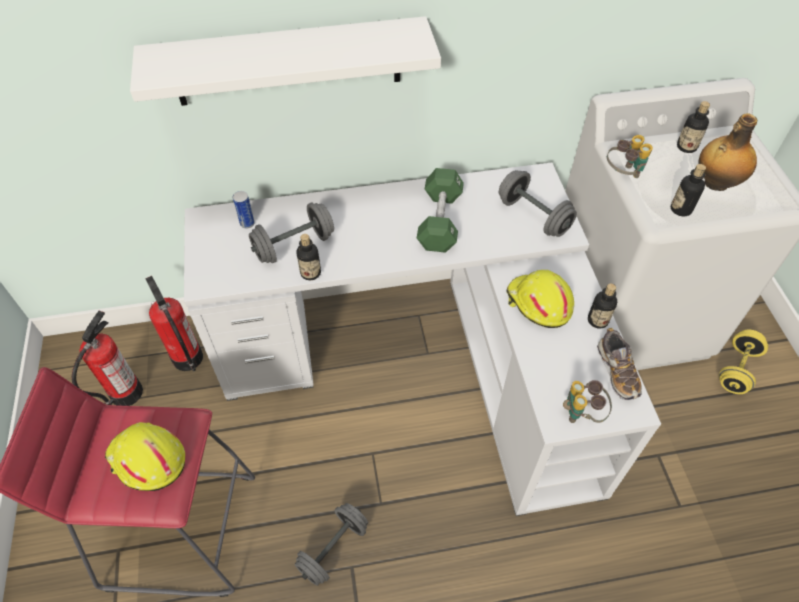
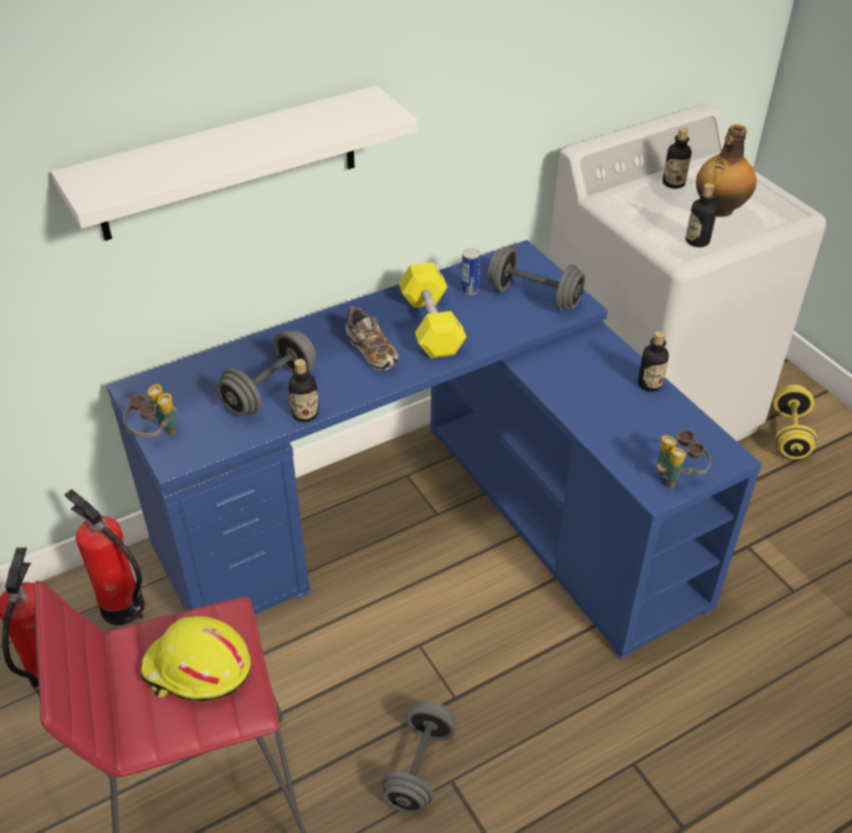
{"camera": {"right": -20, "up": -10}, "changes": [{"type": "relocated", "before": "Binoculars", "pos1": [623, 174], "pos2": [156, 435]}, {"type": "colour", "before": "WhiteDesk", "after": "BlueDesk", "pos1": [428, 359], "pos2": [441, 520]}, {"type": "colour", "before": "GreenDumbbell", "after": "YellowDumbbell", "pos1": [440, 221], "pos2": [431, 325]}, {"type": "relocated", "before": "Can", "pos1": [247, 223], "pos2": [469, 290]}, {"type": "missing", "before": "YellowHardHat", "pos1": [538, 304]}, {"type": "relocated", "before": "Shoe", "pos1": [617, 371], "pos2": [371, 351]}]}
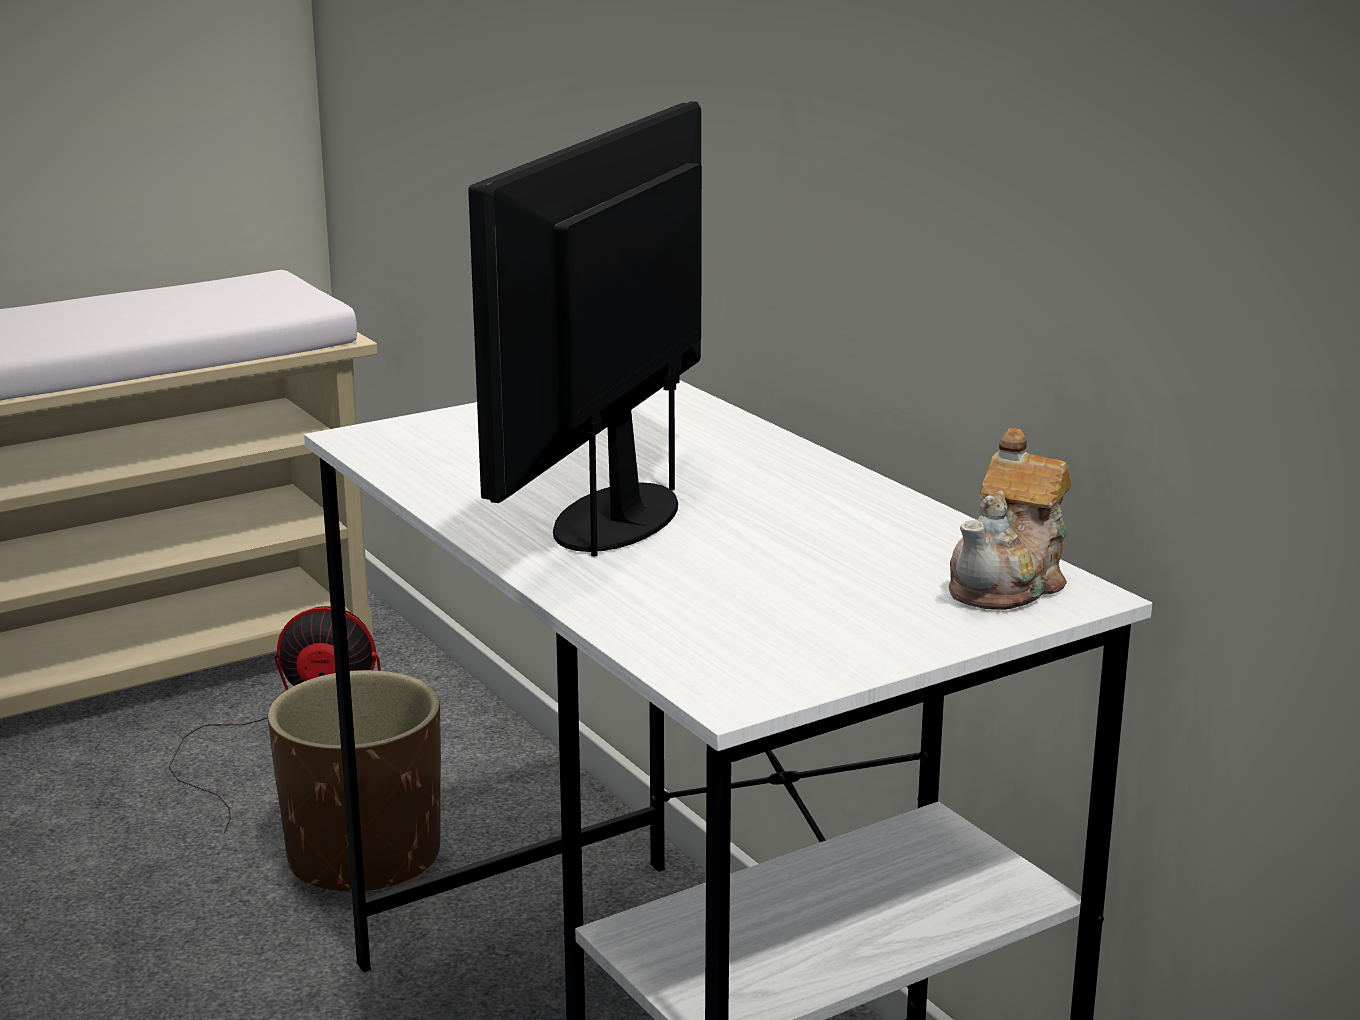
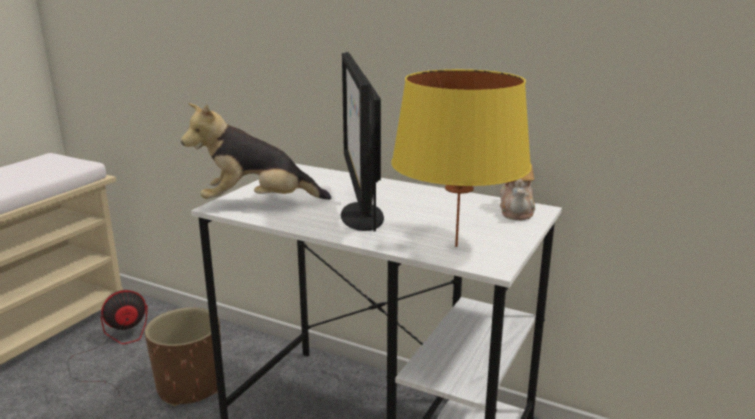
{"camera": {"right": -30, "up": 0}, "changes": [{"type": "appeared", "after": "YellowTableLamp", "pos2": [456, 246]}, {"type": "appeared", "after": "PlushToy", "pos2": [257, 204]}]}
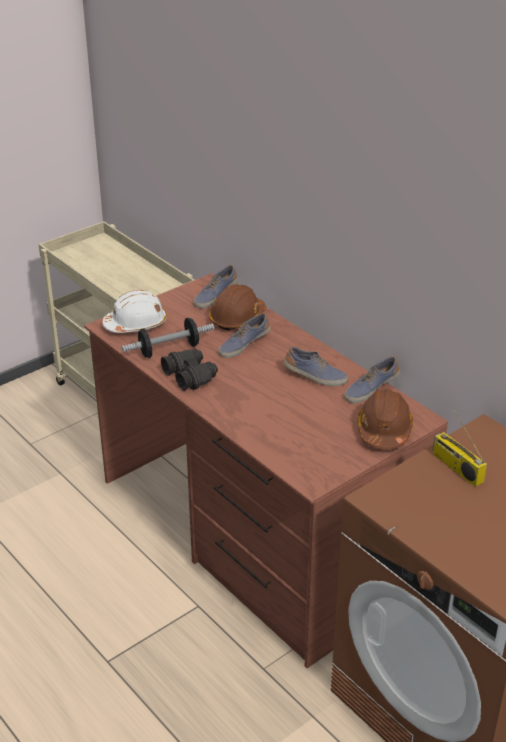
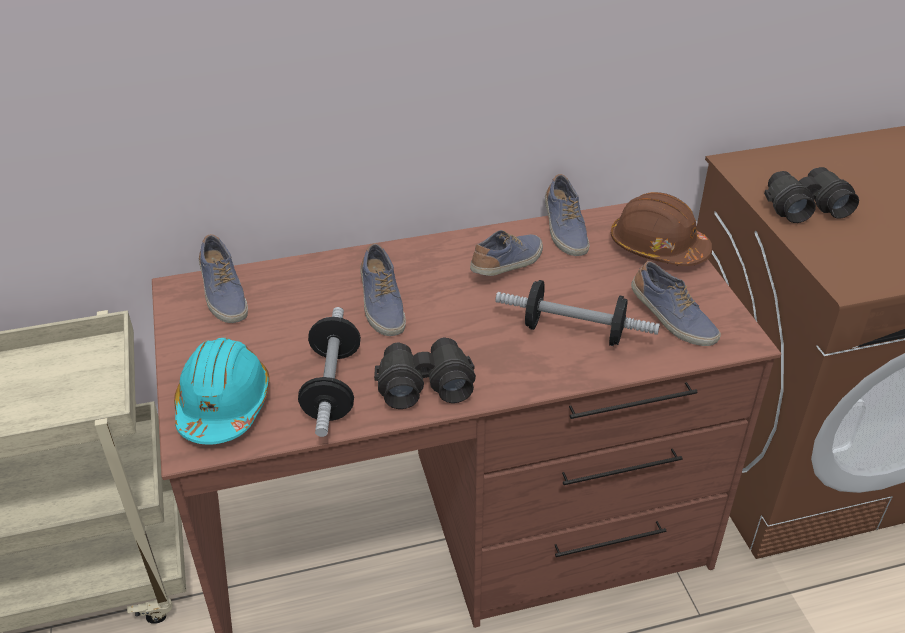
{"camera": {"right": -65, "up": 5}, "changes": [{"type": "missing", "before": "BrownHardHat", "pos1": [237, 318]}, {"type": "colour", "before": "WhiteHardHat", "after": "TurquoiseHardHat", "pos1": [136, 324], "pos2": [223, 405]}, {"type": "exchanged", "before": "Radio", "after": "BlackBinoculars", "pos1": [456, 467], "pos2": [804, 206]}, {"type": "appeared", "after": "Shoe", "pos2": [671, 319]}, {"type": "appeared", "after": "Dumbbell", "pos2": [574, 331]}]}
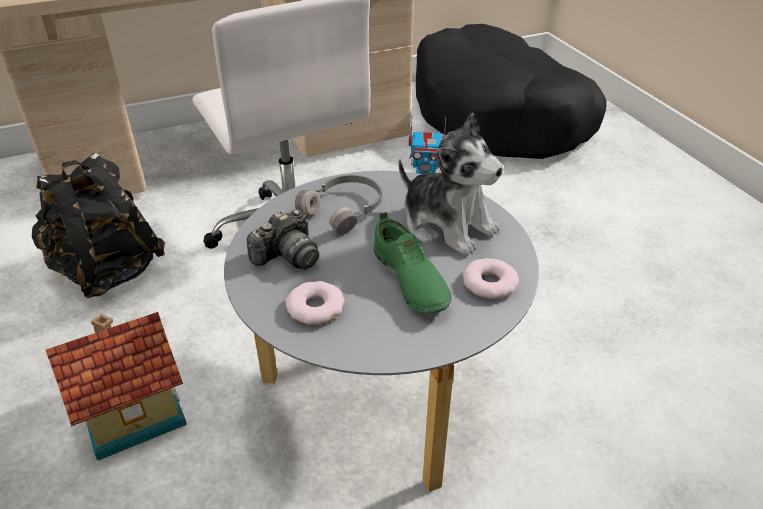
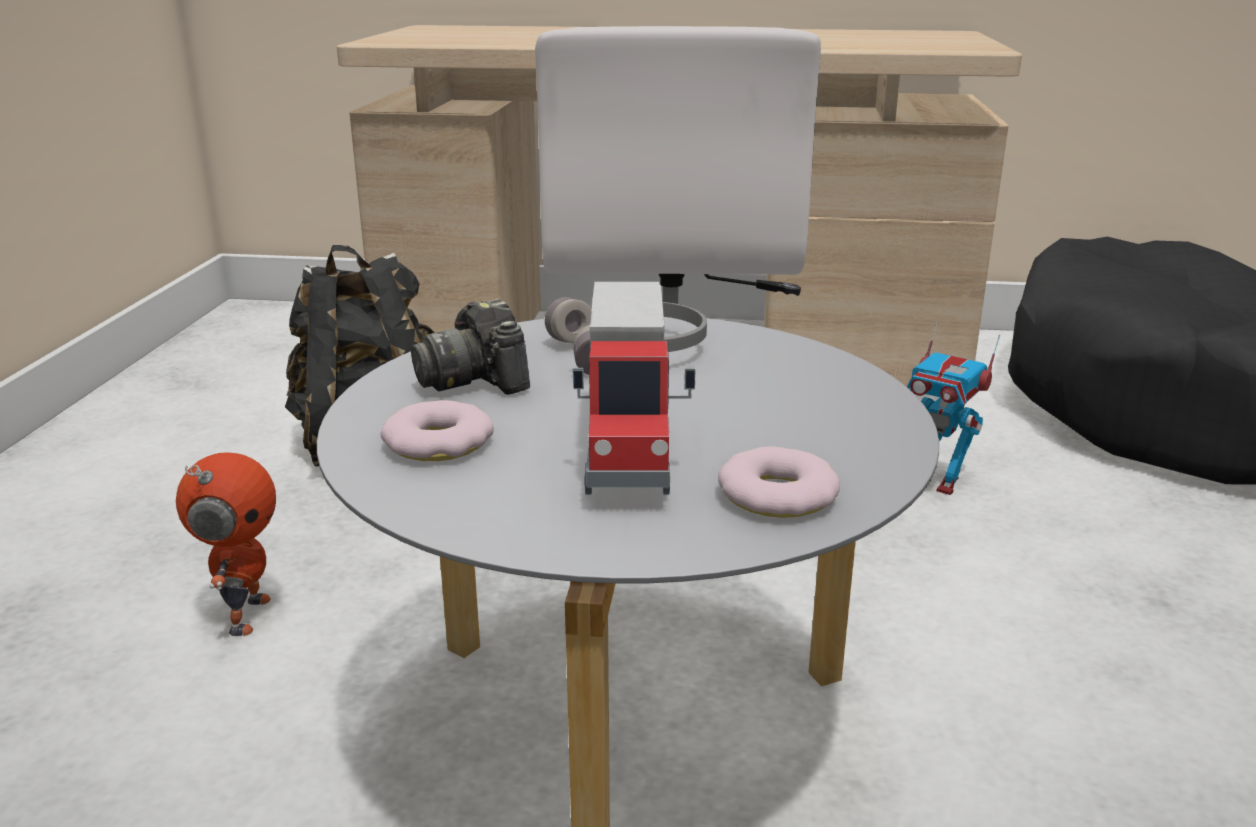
{"camera": {"right": 30, "up": -15}, "changes": [{"type": "missing", "before": "PlushToy", "pos1": [447, 225]}, {"type": "spun", "before": "PhotoCamera", "pos1": [287, 256], "pos2": [476, 379], "turn": 75}, {"type": "exchanged", "before": "GreenShoe", "after": "ToyTruck", "pos1": [409, 280], "pos2": [633, 452]}, {"type": "exchanged", "before": "ToyHouse", "after": "ToyRobot", "pos1": [131, 408], "pos2": [246, 615]}]}
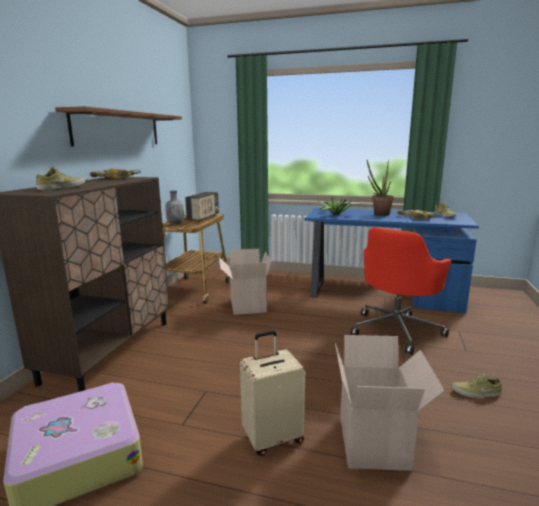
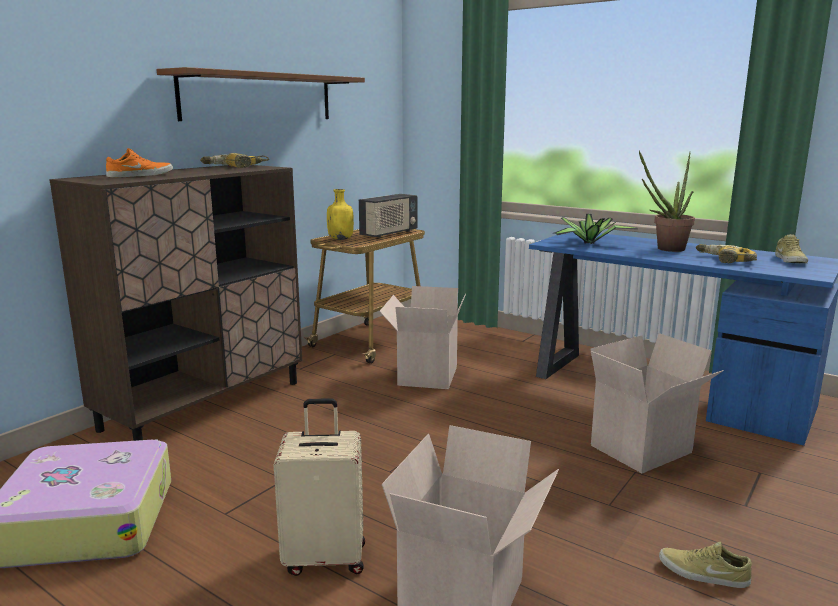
{"camera": {"right": 20, "up": 0}, "changes": [{"type": "colour", "before": "BeigeShoe", "after": "OrangeShoe", "pos1": [61, 187], "pos2": [140, 175]}, {"type": "colour", "before": "GreyBottle", "after": "YellowBottle", "pos1": [175, 223], "pos2": [341, 239]}, {"type": "exchanged", "before": "RedOfficeChair", "after": "CardboardBox", "pos1": [396, 330], "pos2": [642, 450]}]}
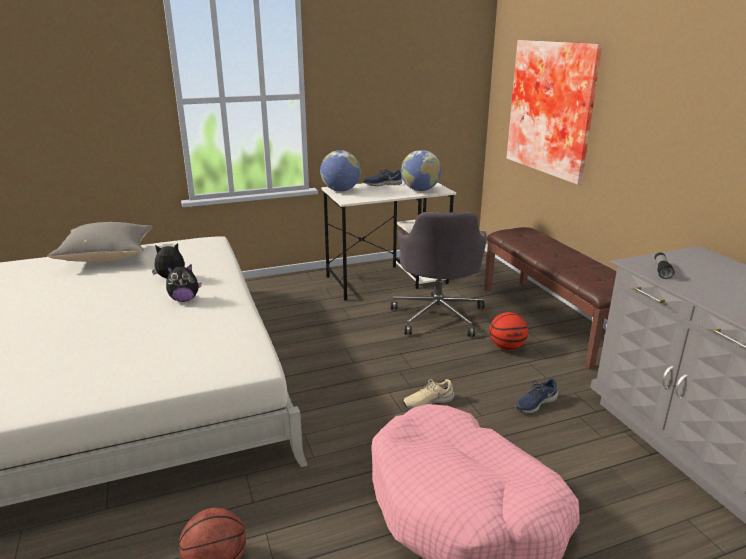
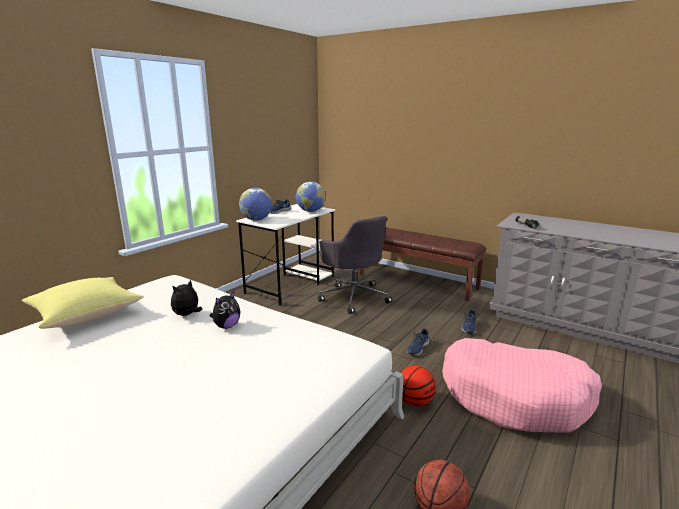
{"camera": {"right": -35, "up": -5}, "changes": [{"type": "missing", "before": "Picture", "pos1": [553, 108]}, {"type": "colour", "before": "GreyPillow", "after": "YellowPillow", "pos1": [108, 256], "pos2": [86, 315]}, {"type": "relocated", "before": "Basketball", "pos1": [506, 347], "pos2": [414, 402]}, {"type": "colour", "before": "BeigeShoe", "after": "BlueShoe", "pos1": [428, 402], "pos2": [417, 348]}]}
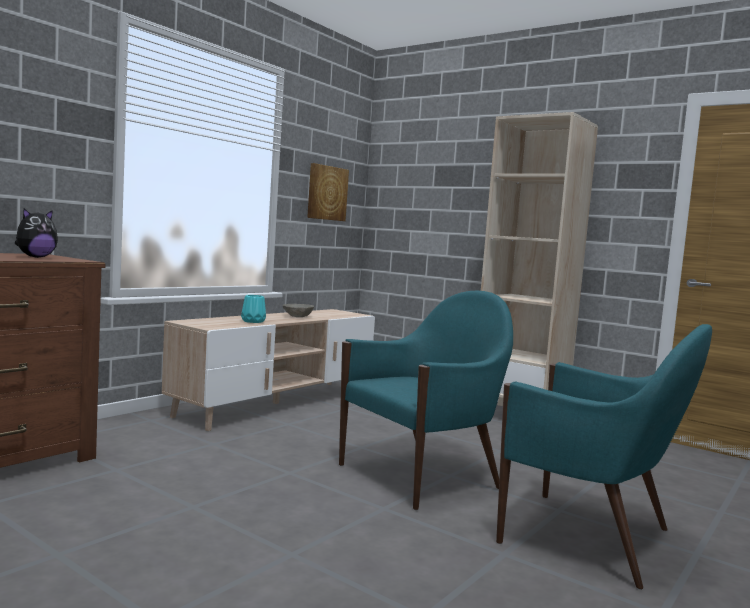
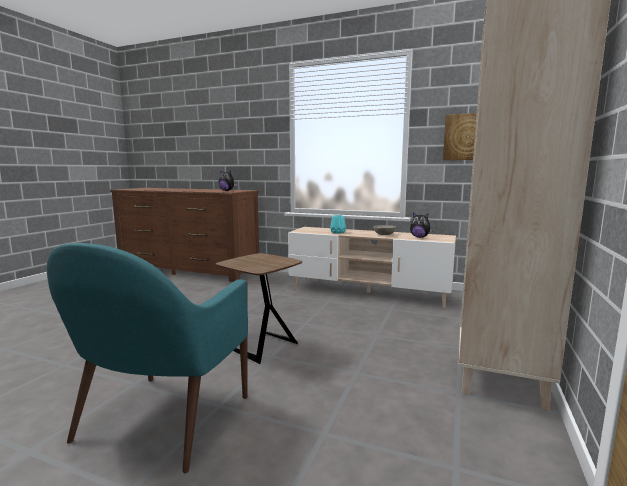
{"camera": {"right": 75, "up": 5}, "changes": [{"type": "exchanged", "before": "TurquoiseArmchair", "after": "BrownSideTable", "pos1": [421, 476], "pos2": [261, 346]}, {"type": "appeared", "after": "PlushToy", "pos2": [419, 237]}]}
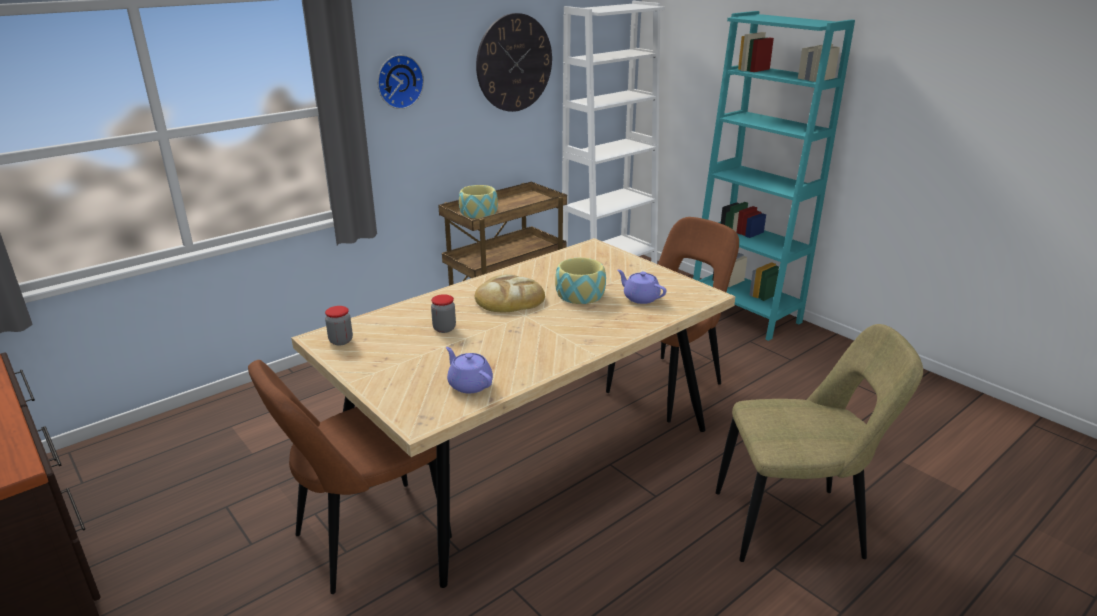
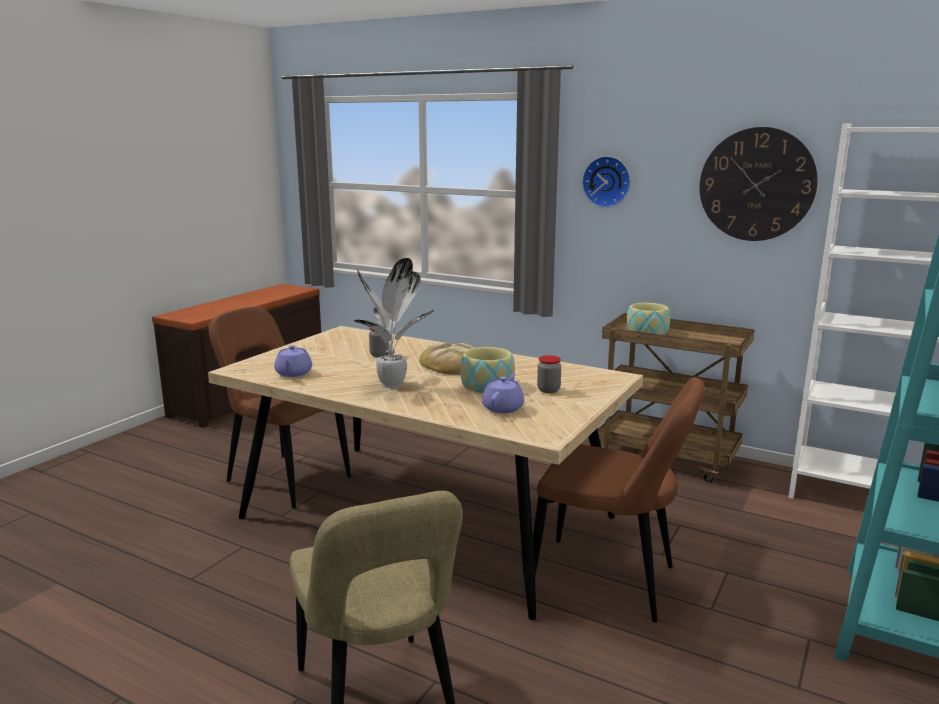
{"camera": {"right": 70, "up": -10}, "changes": [{"type": "relocated", "before": "Jar", "pos1": [341, 341], "pos2": [548, 390]}, {"type": "spun", "before": "PurpleTeapot", "pos1": [469, 384], "pos2": [293, 373], "turn": 150}, {"type": "appeared", "after": "PottedPlant", "pos2": [392, 384]}]}
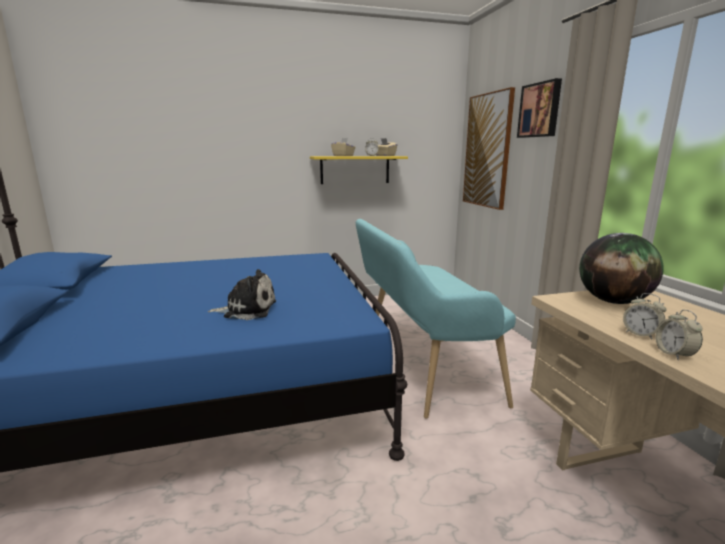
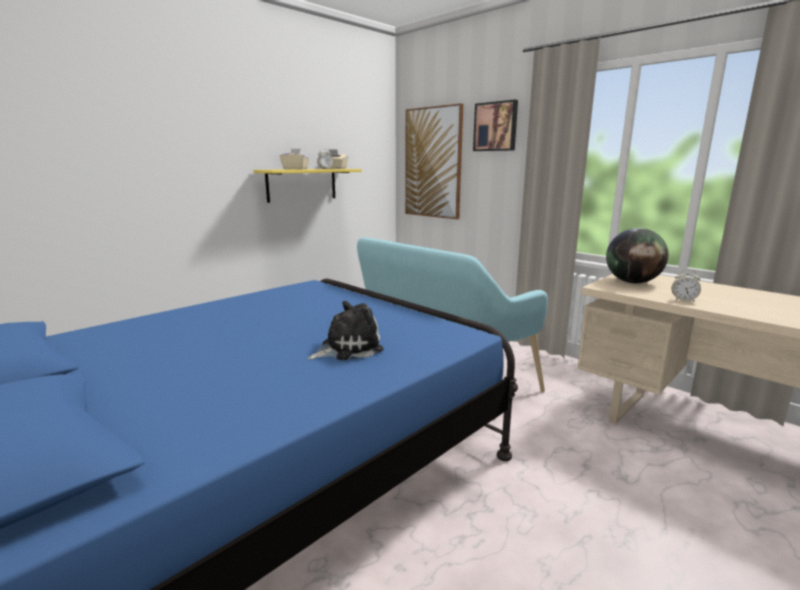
{"camera": {"right": -30, "up": 0}, "changes": [{"type": "missing", "before": "AlarmClock", "pos1": [674, 354]}]}
